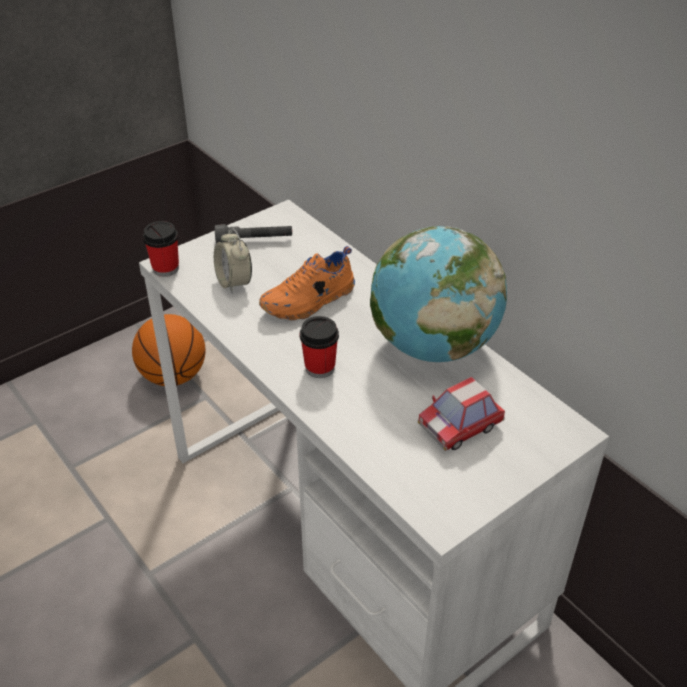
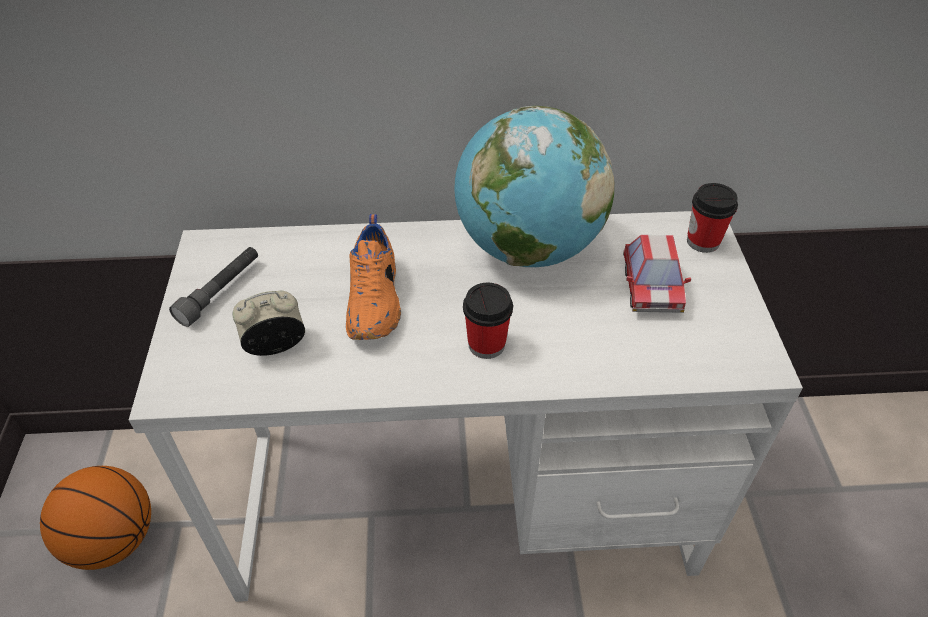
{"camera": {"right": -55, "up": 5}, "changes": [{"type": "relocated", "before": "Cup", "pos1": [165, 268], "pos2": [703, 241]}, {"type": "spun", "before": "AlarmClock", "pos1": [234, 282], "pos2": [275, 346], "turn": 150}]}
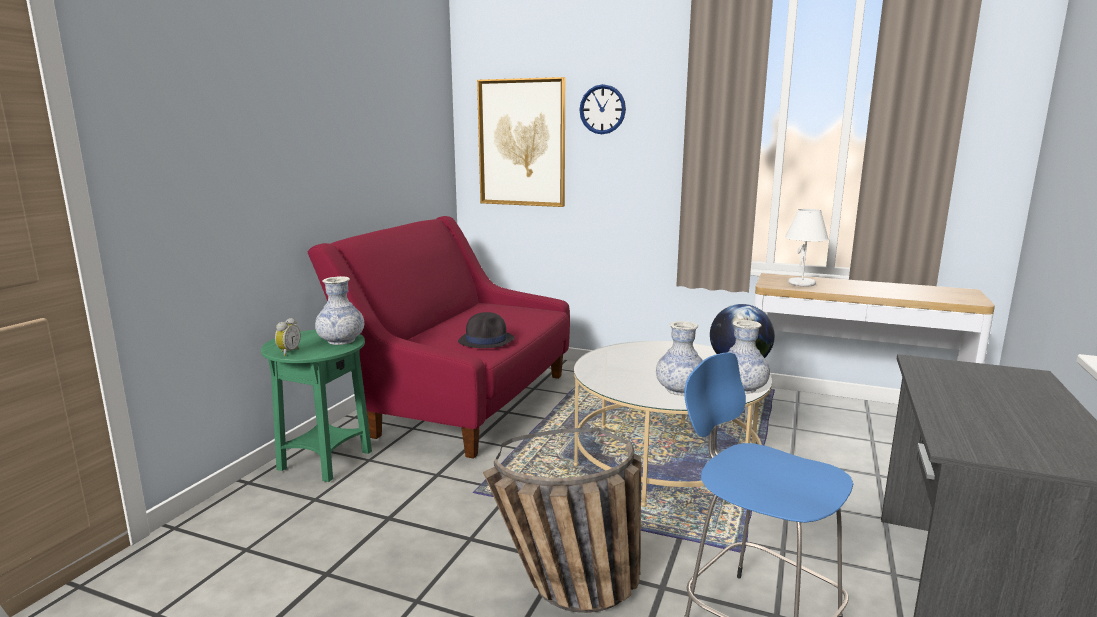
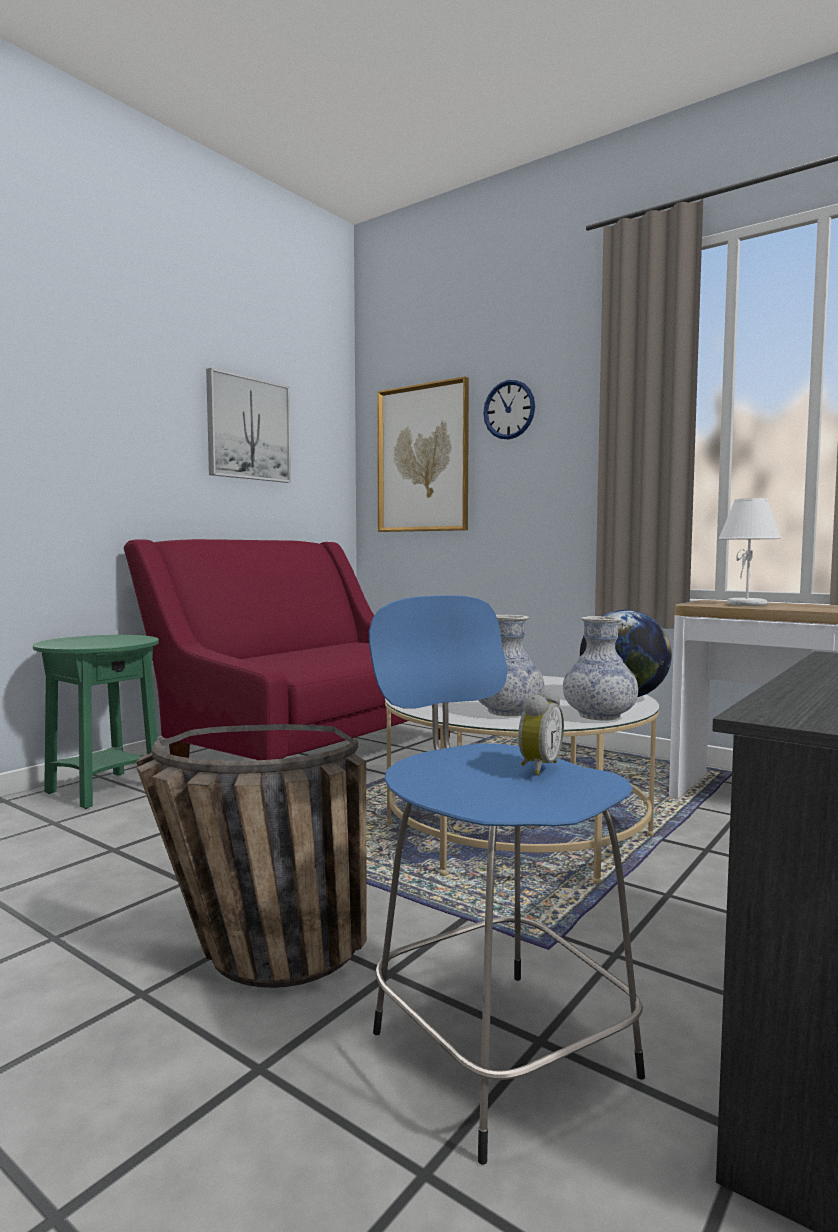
{"camera": {"right": 15, "up": -10}, "changes": [{"type": "missing", "before": "Vase", "pos1": [341, 341]}, {"type": "missing", "before": "BlackHat", "pos1": [487, 340]}, {"type": "relocated", "before": "AlarmClock", "pos1": [288, 352], "pos2": [537, 767]}, {"type": "appeared", "after": "Picture", "pos2": [248, 429]}]}
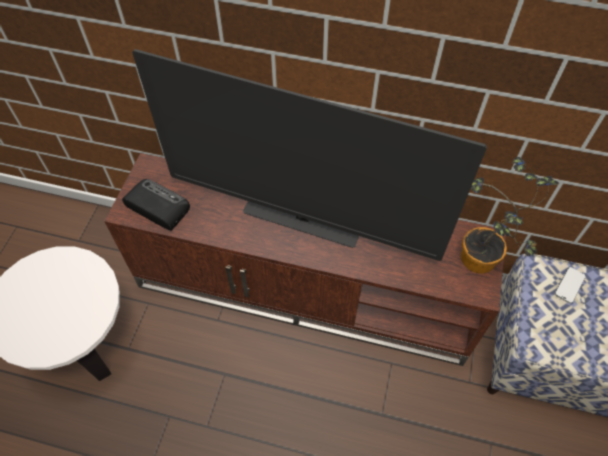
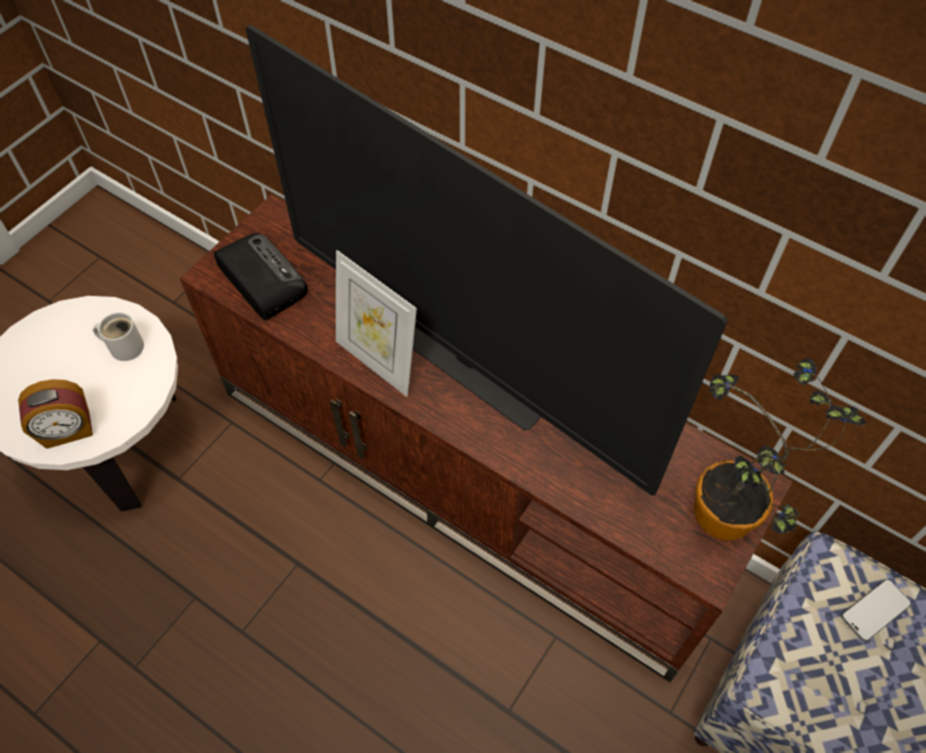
{"camera": {"right": 20, "up": 0}, "changes": [{"type": "appeared", "after": "PictureFrame", "pos2": [378, 362]}, {"type": "appeared", "after": "WhiteMug", "pos2": [124, 345]}, {"type": "appeared", "after": "AlarmClock", "pos2": [68, 431]}]}
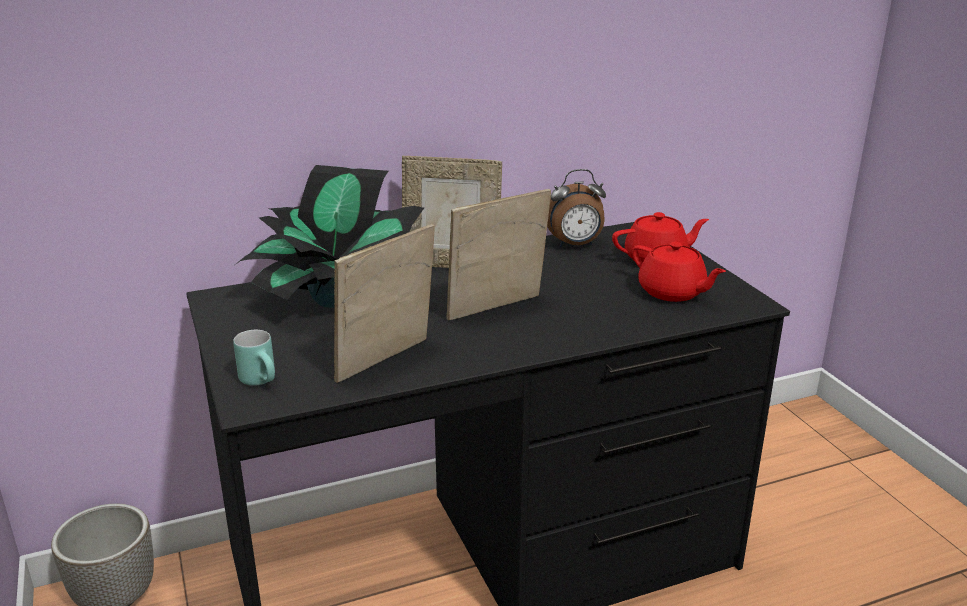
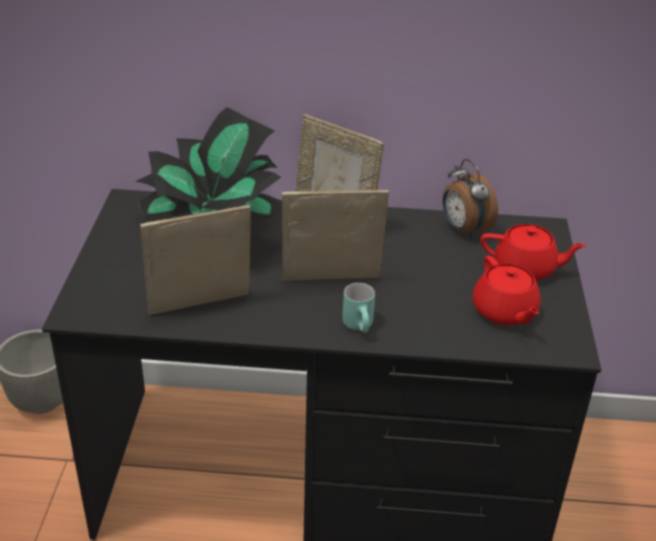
{"camera": {"right": 25, "up": 10}, "changes": [{"type": "spun", "before": "AlarmClock", "pos1": [575, 245], "pos2": [463, 229], "turn": 45}, {"type": "relocated", "before": "TurquoiseMug", "pos1": [263, 381], "pos2": [361, 327]}]}
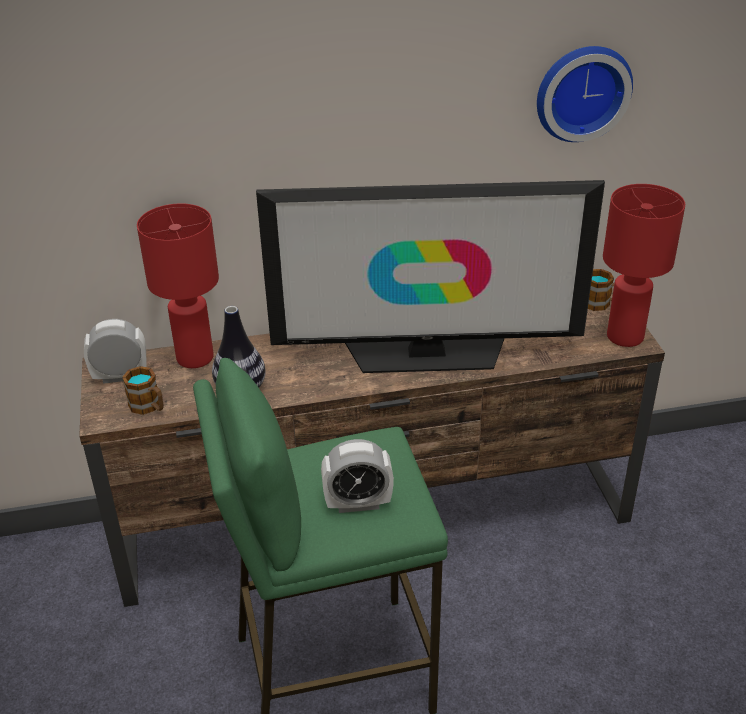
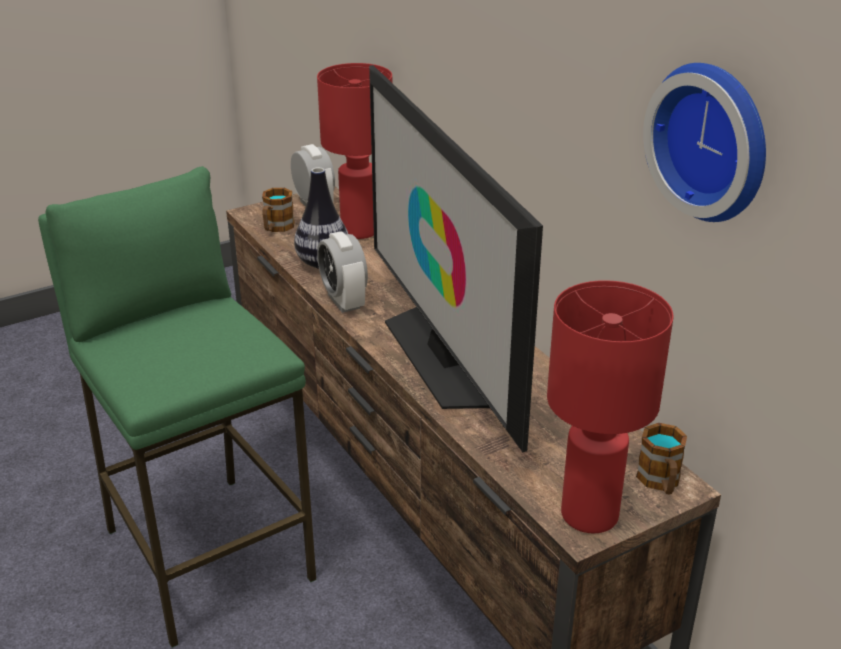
{"camera": {"right": 70, "up": -5}, "changes": [{"type": "relocated", "before": "AlarmClock", "pos1": [358, 503], "pos2": [343, 301]}]}
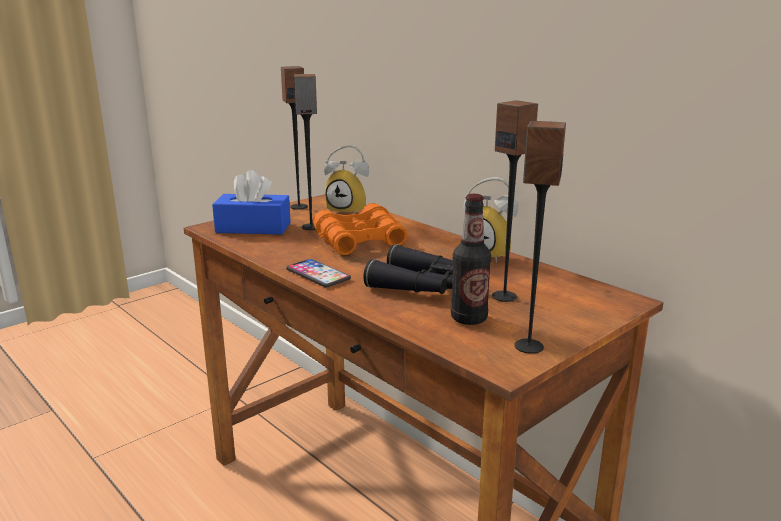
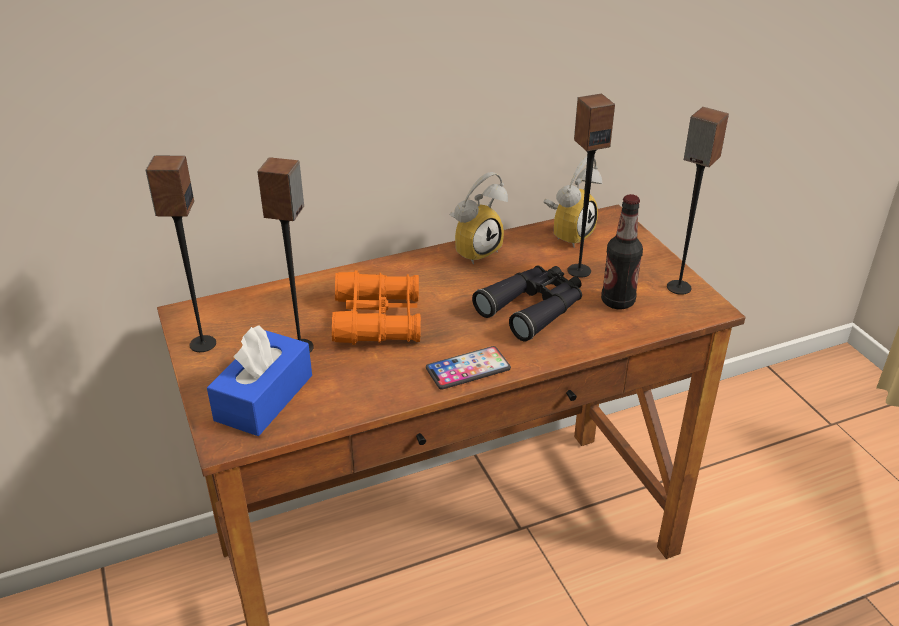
{"camera": {"right": -70, "up": 15}, "changes": [{"type": "relocated", "before": "AlarmClock", "pos1": [349, 211], "pos2": [568, 233]}]}
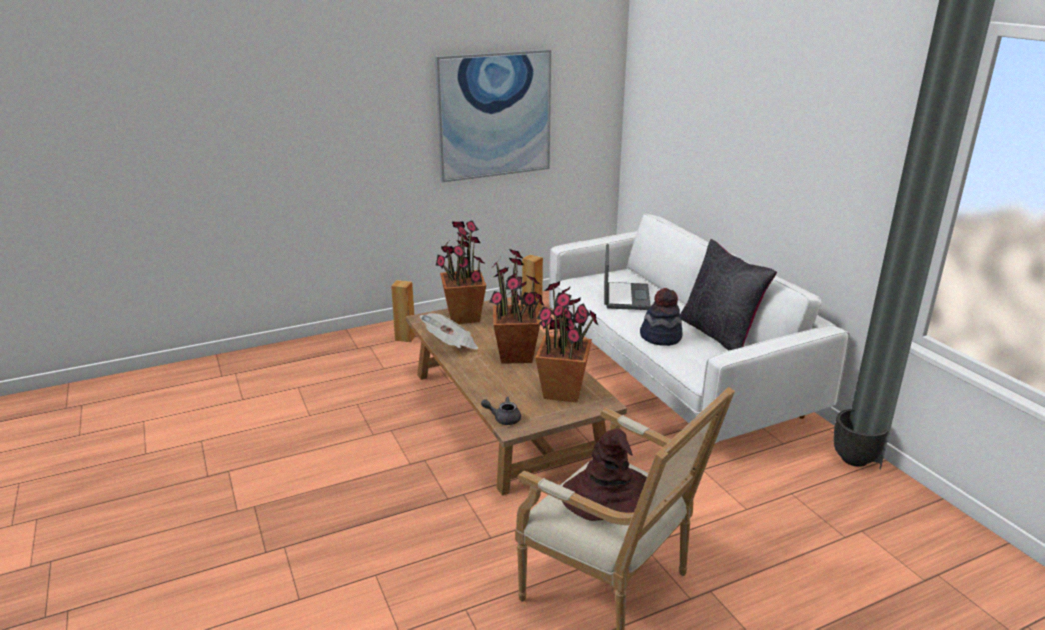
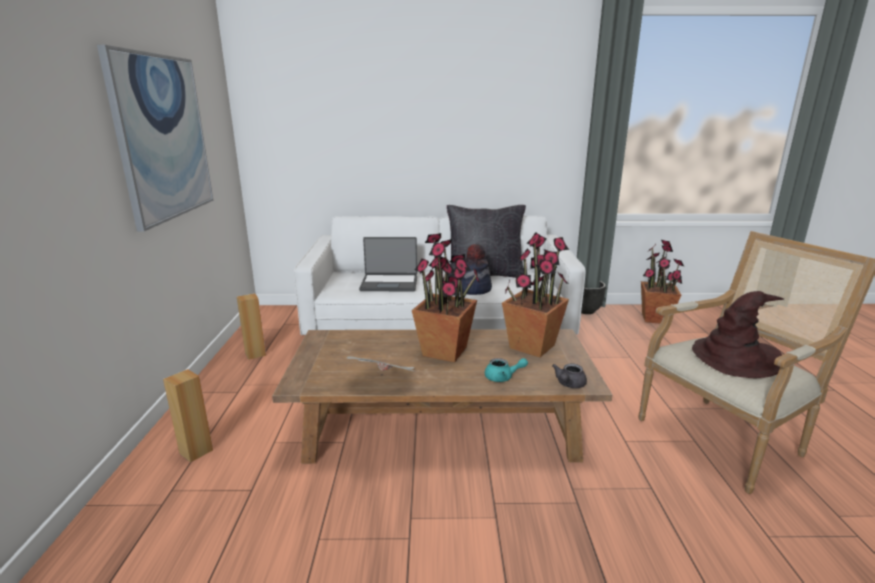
{"camera": {"right": -65, "up": -5}, "changes": [{"type": "relocated", "before": "PottedPlant", "pos1": [463, 317], "pos2": [655, 319]}, {"type": "spun", "before": "Laptop", "pos1": [625, 297], "pos2": [389, 284], "turn": 150}, {"type": "appeared", "after": "TurquoiseTeapot", "pos2": [503, 377]}]}
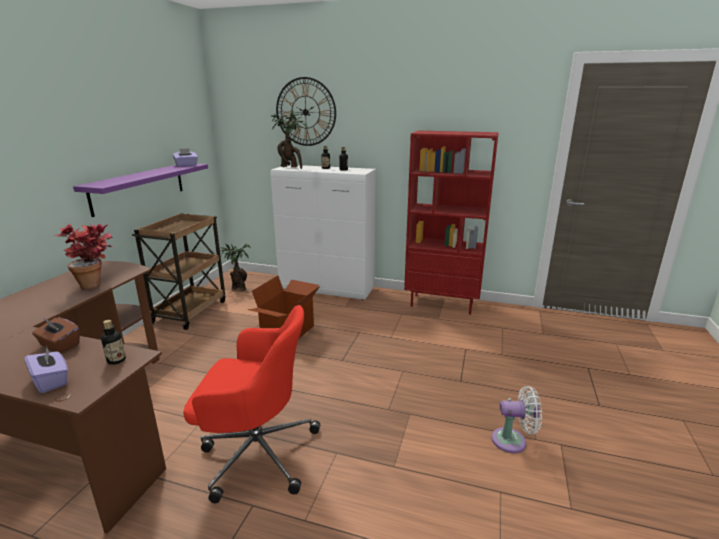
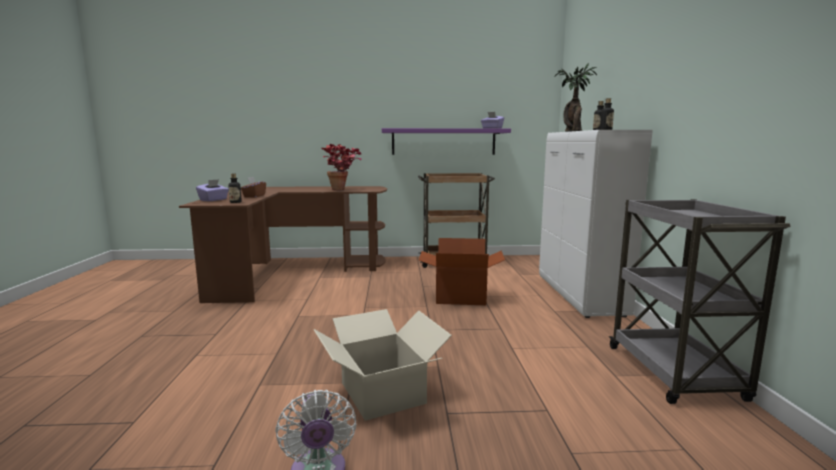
{"camera": {"right": 70, "up": -10}, "changes": [{"type": "missing", "before": "WallClock", "pos1": [305, 112]}, {"type": "exchanged", "before": "RedBookcase", "after": "GreyCart", "pos1": [442, 304], "pos2": [675, 374]}, {"type": "missing", "before": "PottedPlant", "pos1": [238, 288]}, {"type": "missing", "before": "RedOfficeChair", "pos1": [256, 452]}, {"type": "appeared", "after": "CardboardBox", "pos2": [382, 393]}]}
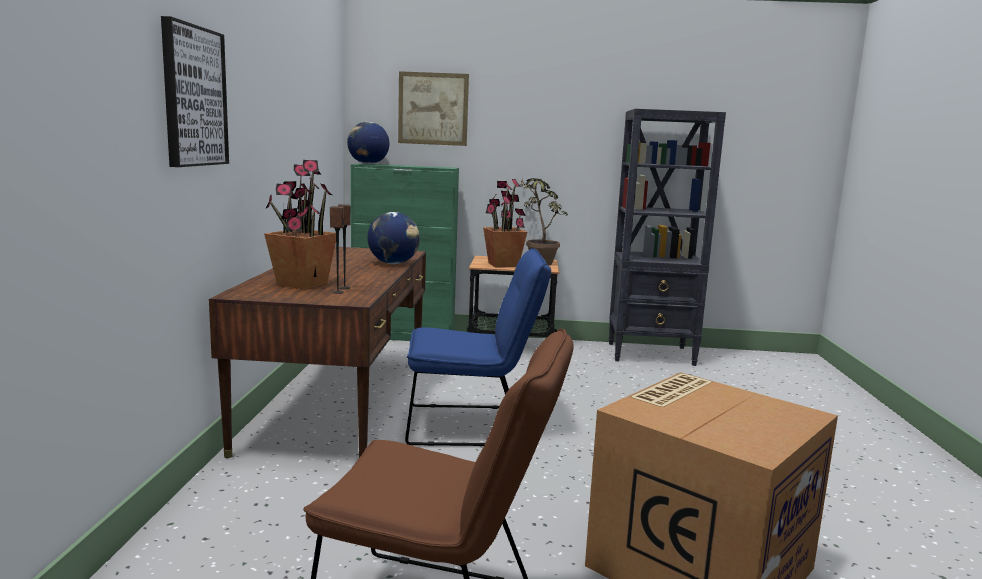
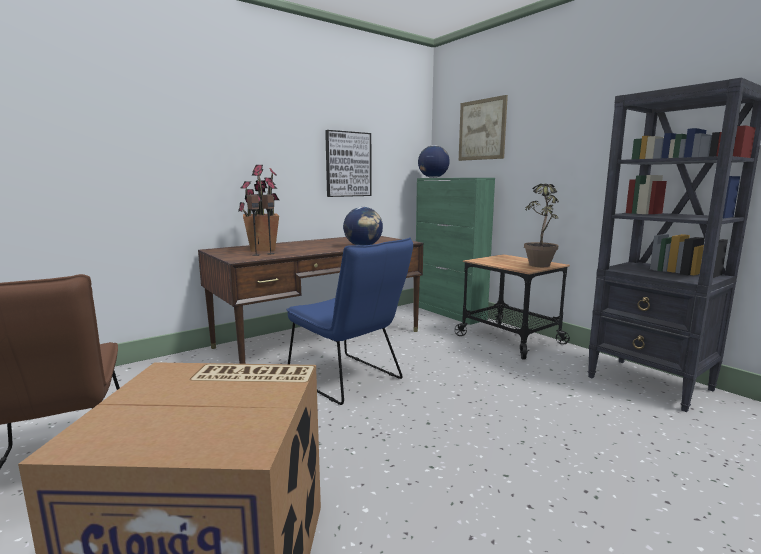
{"camera": {"right": 50, "up": 0}, "changes": [{"type": "relocated", "before": "Picture", "pos1": [193, 96], "pos2": [348, 164]}, {"type": "missing", "before": "PottedPlant", "pos1": [502, 265]}]}
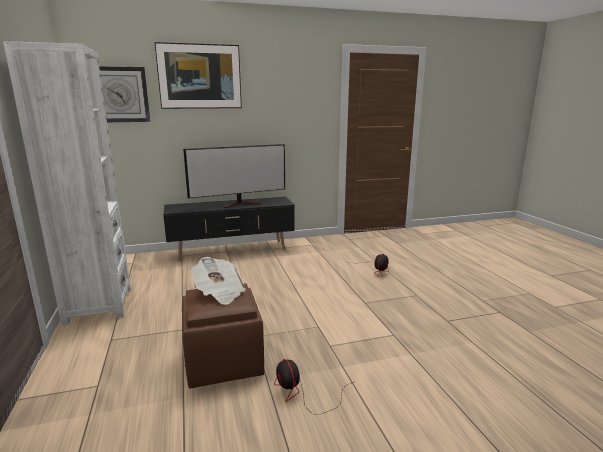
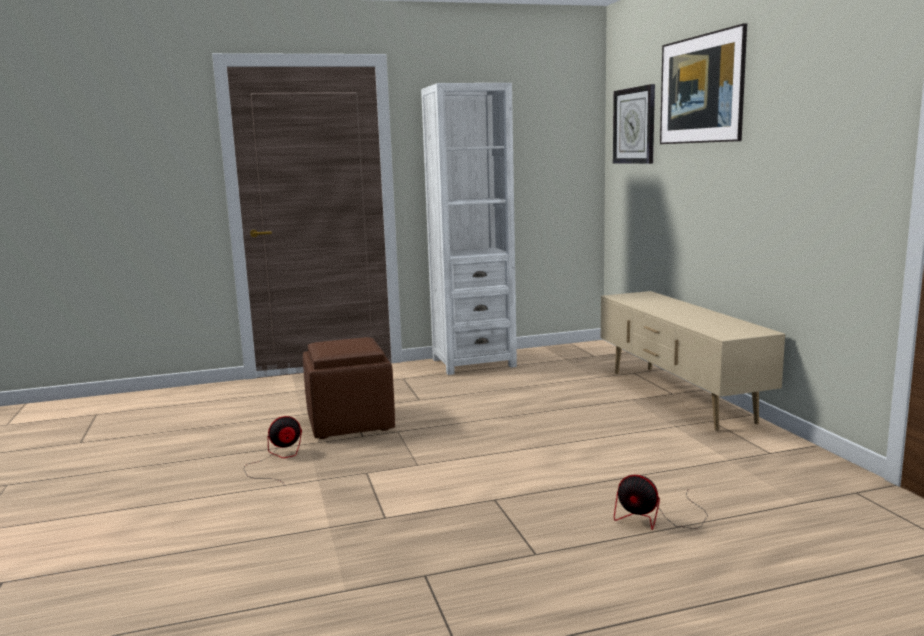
{"camera": {"right": 90, "up": -5}, "changes": [{"type": "missing", "before": "Television", "pos1": [242, 204]}, {"type": "colour", "before": "BlackTvStand", "after": "BeigeTvStand", "pos1": [232, 250], "pos2": [678, 396]}, {"type": "missing", "before": "Newspaper", "pos1": [219, 293]}]}
